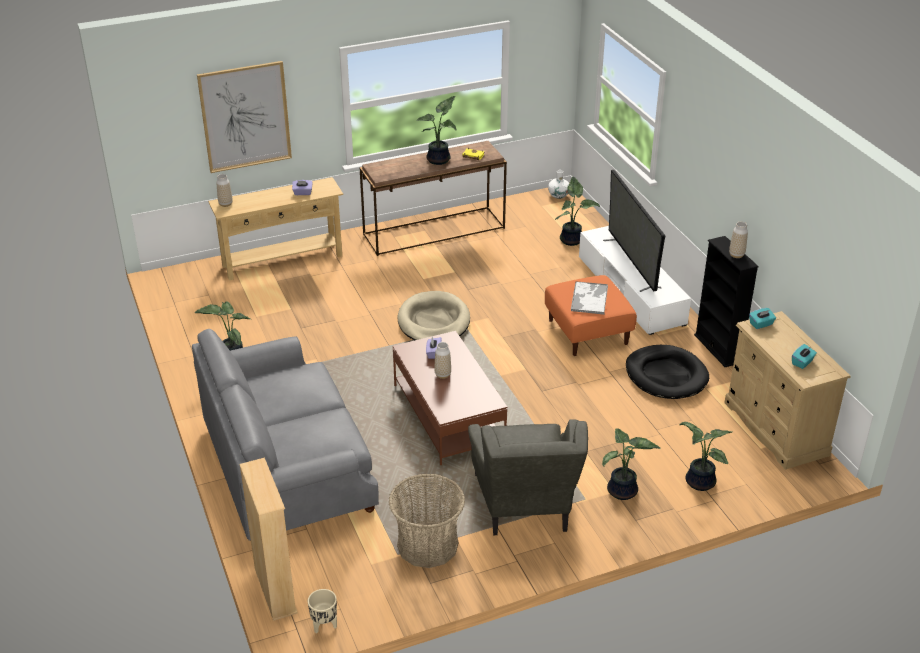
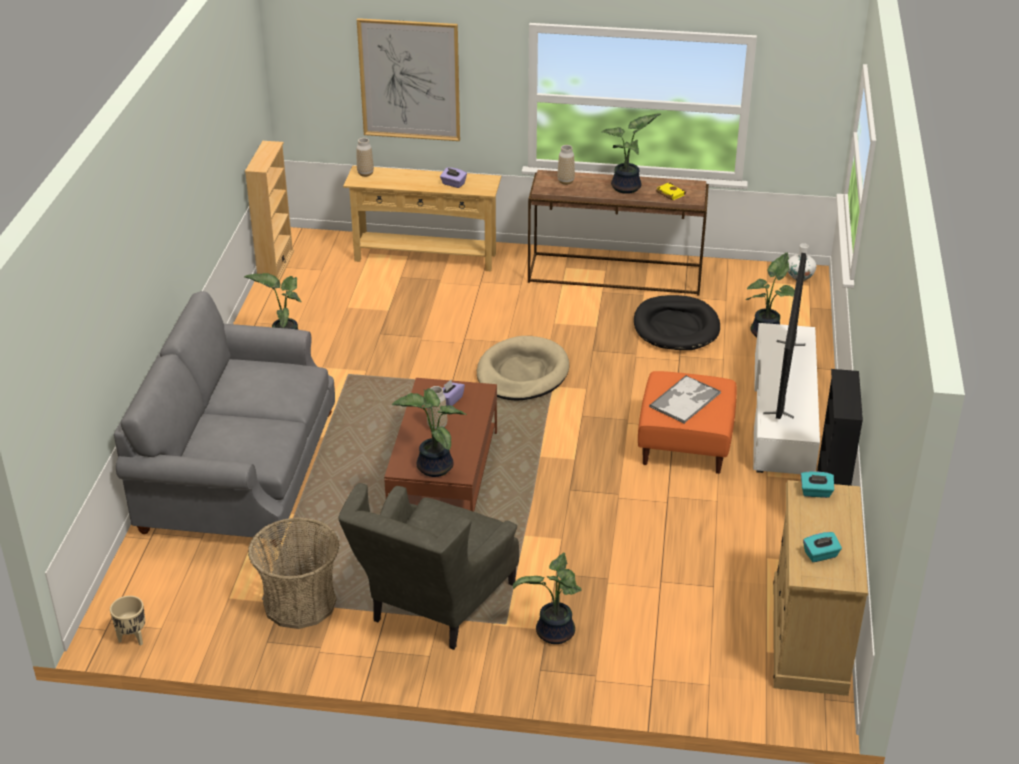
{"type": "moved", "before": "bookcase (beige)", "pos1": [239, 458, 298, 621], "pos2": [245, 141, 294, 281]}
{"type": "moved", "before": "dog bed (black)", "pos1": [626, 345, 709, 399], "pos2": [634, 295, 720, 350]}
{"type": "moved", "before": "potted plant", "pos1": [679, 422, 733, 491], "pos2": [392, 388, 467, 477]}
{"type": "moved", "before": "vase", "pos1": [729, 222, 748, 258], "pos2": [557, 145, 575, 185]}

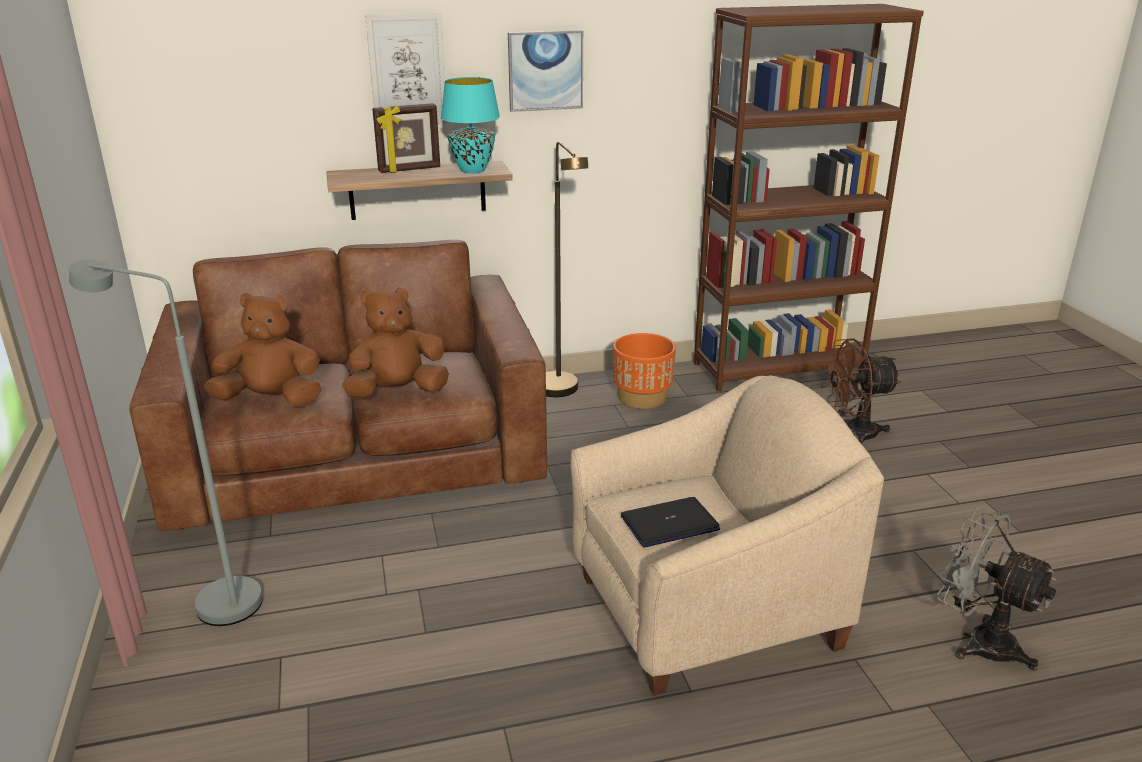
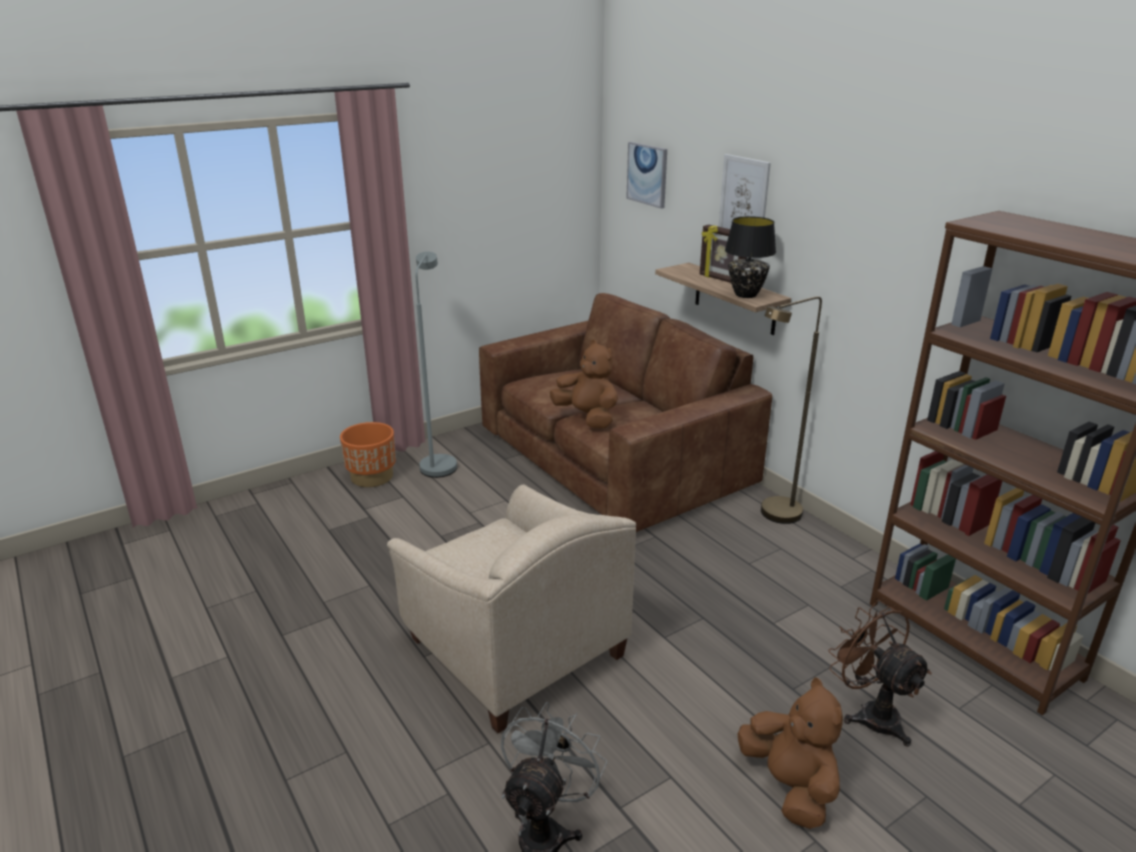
{"type": "moved", "before": "plush toy (brown)", "pos1": [204, 293, 321, 406], "pos2": [738, 677, 843, 829]}
{"type": "recoloured", "before": "table lamp (turquoise)", "after": "table lamp (black)", "pos1": [441, 77, 500, 174], "pos2": [725, 216, 776, 298]}
{"type": "moved", "before": "picture", "pos1": [508, 30, 583, 112], "pos2": [626, 142, 667, 209]}
{"type": "moved", "before": "planter (orange)", "pos1": [613, 333, 676, 409], "pos2": [340, 422, 396, 487]}
{"type": "removed", "before": "laptop", "pos1": [621, 497, 720, 547]}

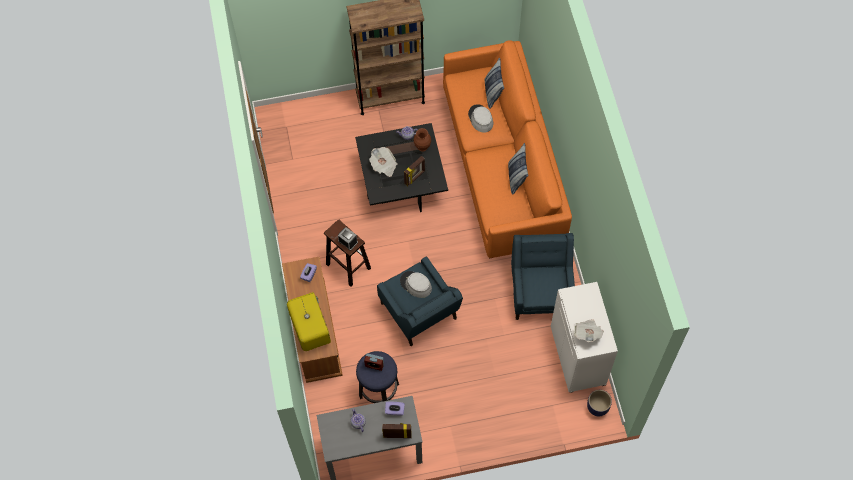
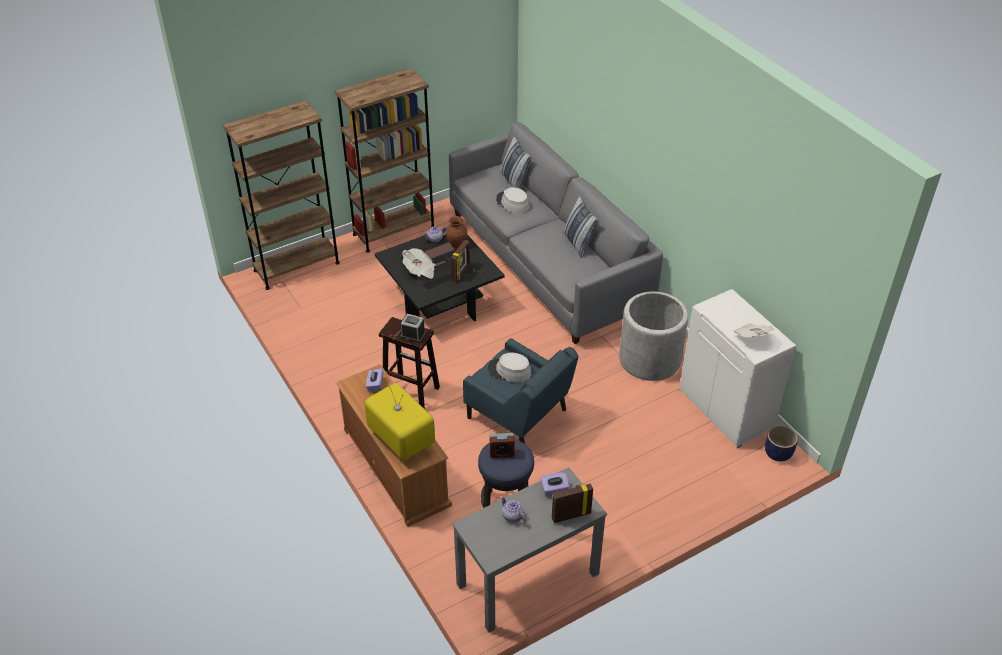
{"type": "recoloured", "before": "sofa (orange)", "after": "sofa (grey)", "pos1": [443, 40, 572, 259], "pos2": [449, 122, 663, 344]}
{"type": "replaced", "before": "armchair (blue)", "after": "planter (grey)", "pos1": [511, 233, 575, 320], "pos2": [619, 291, 688, 381]}
{"type": "added", "after": "bookcase (brown)", "pos2": [223, 100, 340, 290]}

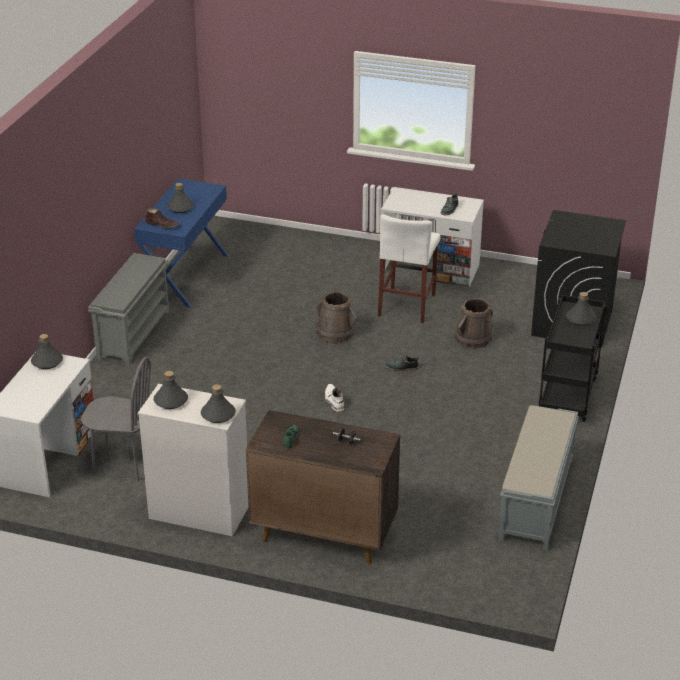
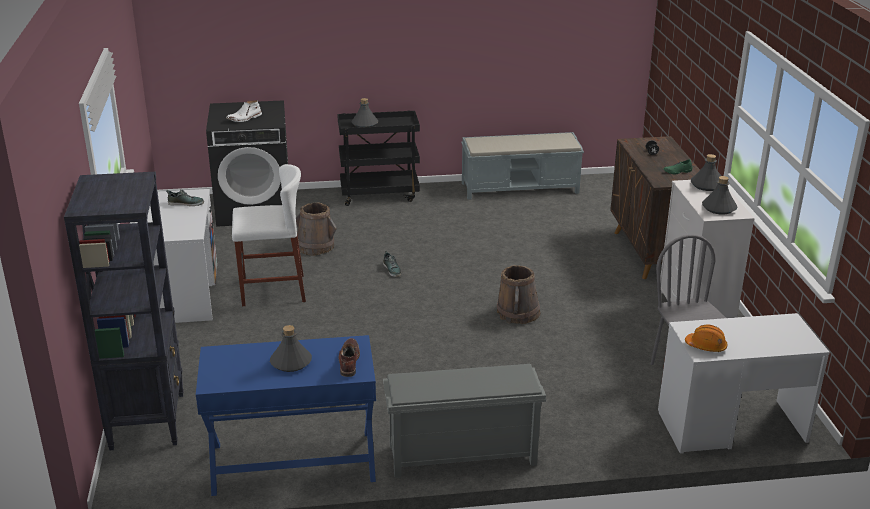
{"type": "replaced", "before": "bottle (grey)", "after": "hard hat (orange)", "pos1": [31, 334, 63, 369], "pos2": [685, 325, 728, 352]}
{"type": "moved", "before": "bucket (brown)", "pos1": [316, 292, 357, 344], "pos2": [497, 265, 541, 324]}
{"type": "moved", "before": "boot (white)", "pos1": [325, 384, 344, 411], "pos2": [226, 100, 262, 122]}
{"type": "added", "after": "bookcase (black)", "pos2": [64, 172, 184, 450]}

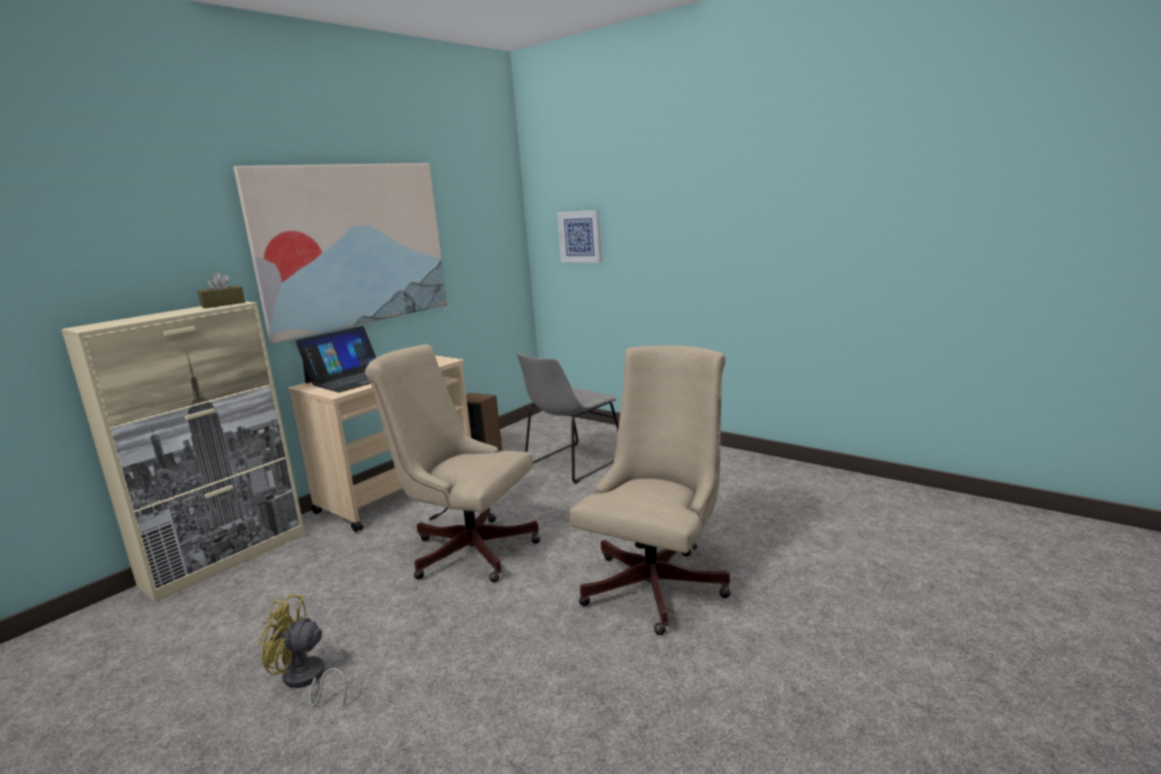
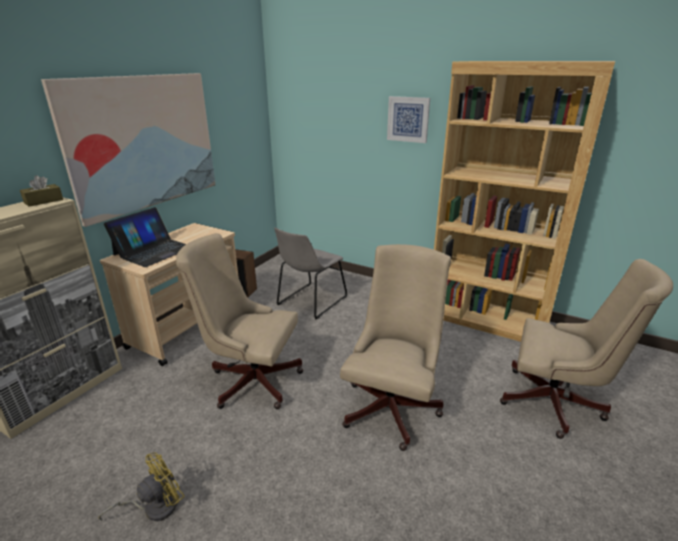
{"type": "turned", "before": "fan (yellow)", "pos1": [258, 594, 347, 707], "pos2": [98, 453, 185, 521], "turn": 135}
{"type": "moved", "before": "picture", "pos1": [557, 210, 602, 263], "pos2": [387, 96, 430, 143]}
{"type": "added", "after": "bookcase (brown)", "pos2": [434, 61, 615, 342]}
{"type": "added", "after": "office chair (beige)", "pos2": [500, 259, 673, 439]}

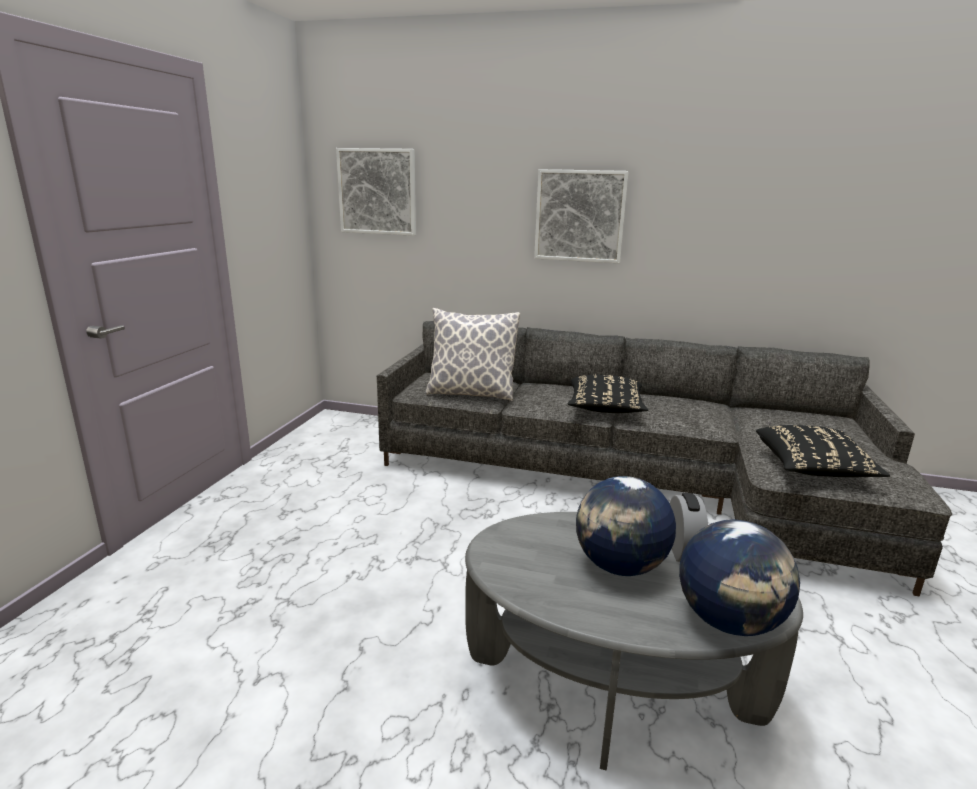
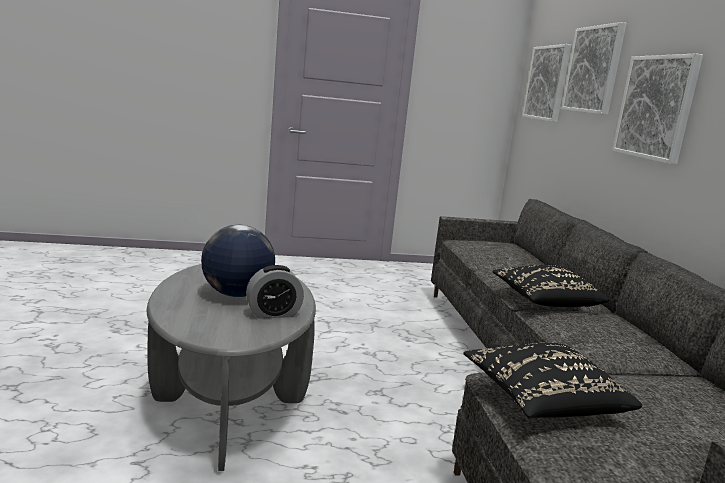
{"type": "removed", "before": "pillow", "pos1": [425, 308, 520, 401]}
{"type": "removed", "before": "globe", "pos1": [679, 520, 800, 636]}
{"type": "added", "after": "picture", "pos2": [561, 22, 627, 115]}

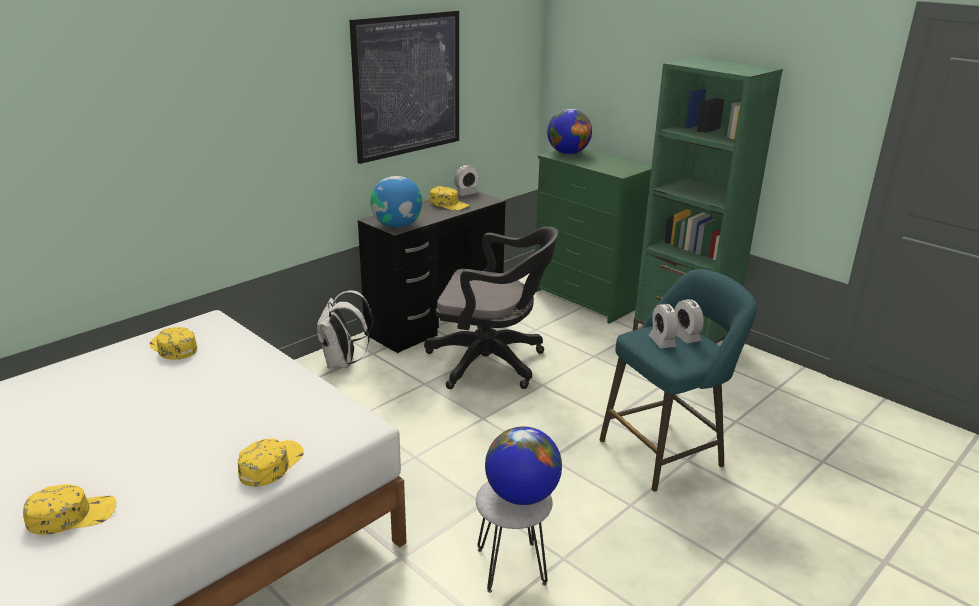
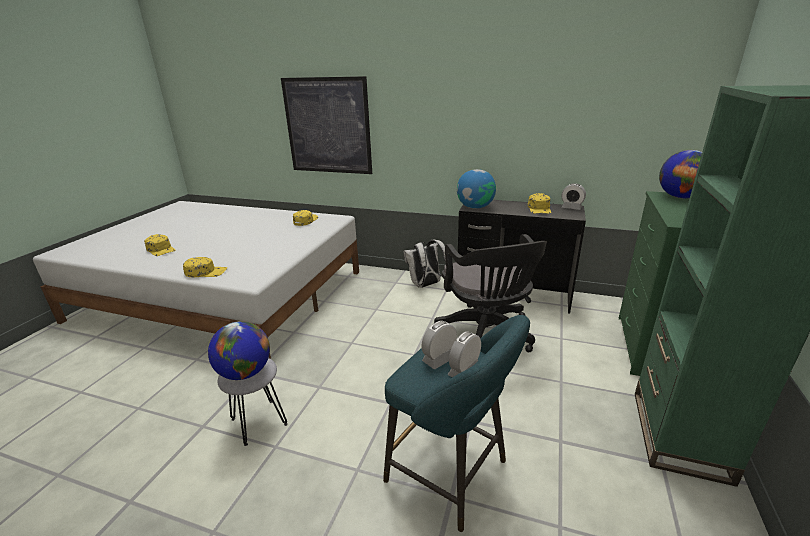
{"type": "moved", "before": "picture", "pos1": [349, 10, 459, 164], "pos2": [281, 76, 372, 174]}

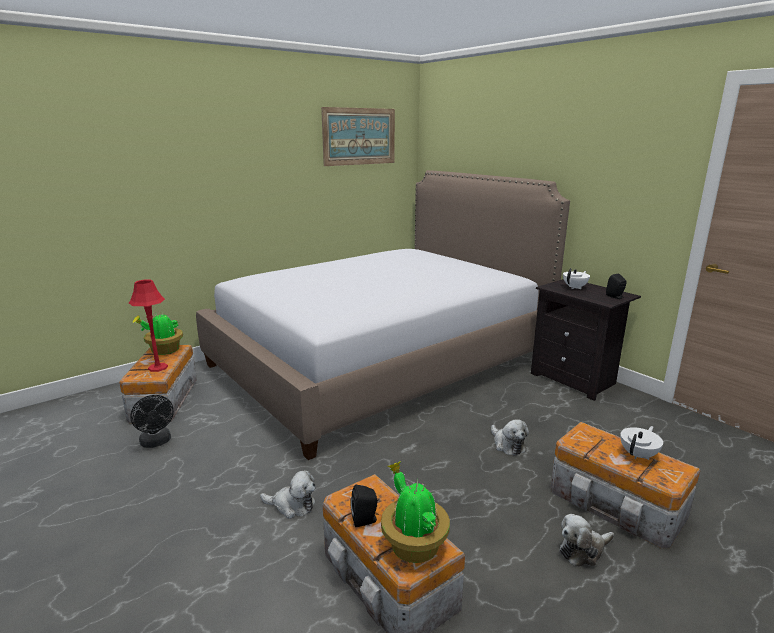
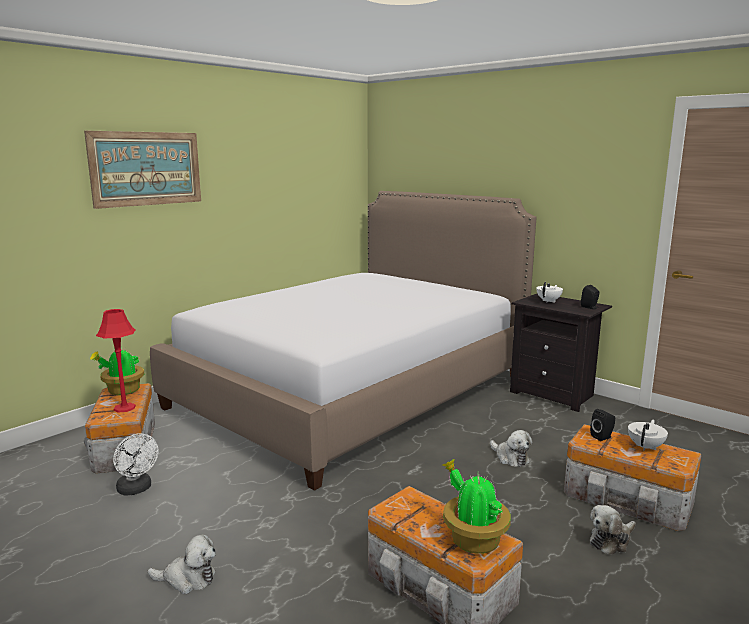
{"type": "recoloured", "before": "fan (black)", "after": "fan (white)", "pos1": [130, 395, 174, 448], "pos2": [113, 433, 158, 495]}
{"type": "moved", "before": "plush toy", "pos1": [260, 470, 316, 519], "pos2": [148, 534, 216, 594]}
{"type": "moved", "before": "picture", "pos1": [321, 107, 395, 166], "pos2": [84, 131, 201, 209]}
{"type": "moved", "before": "speaker (black)", "pos1": [350, 485, 378, 527], "pos2": [590, 409, 615, 441]}

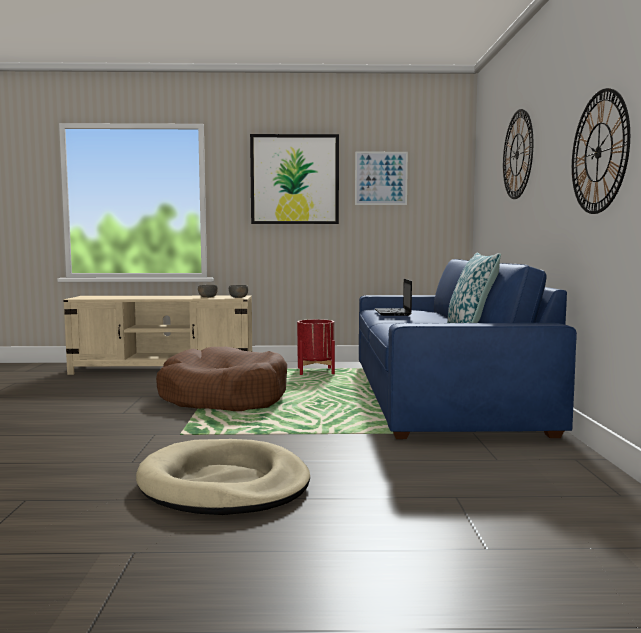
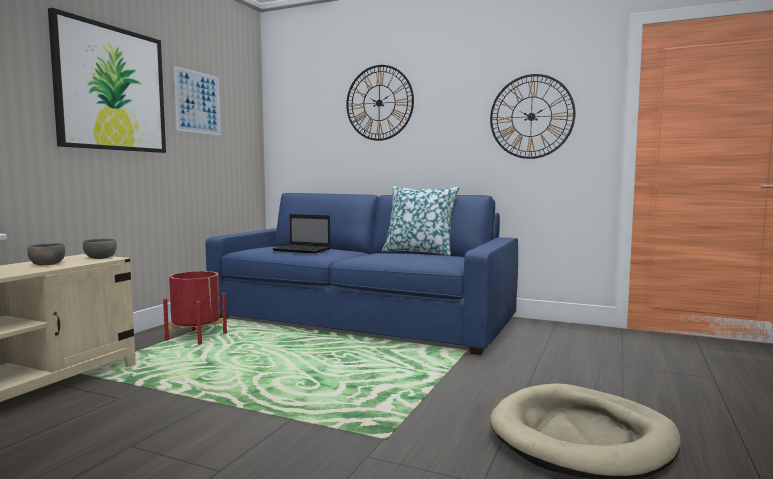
{"type": "removed", "before": "dog bed (brown)", "pos1": [156, 347, 287, 411]}

